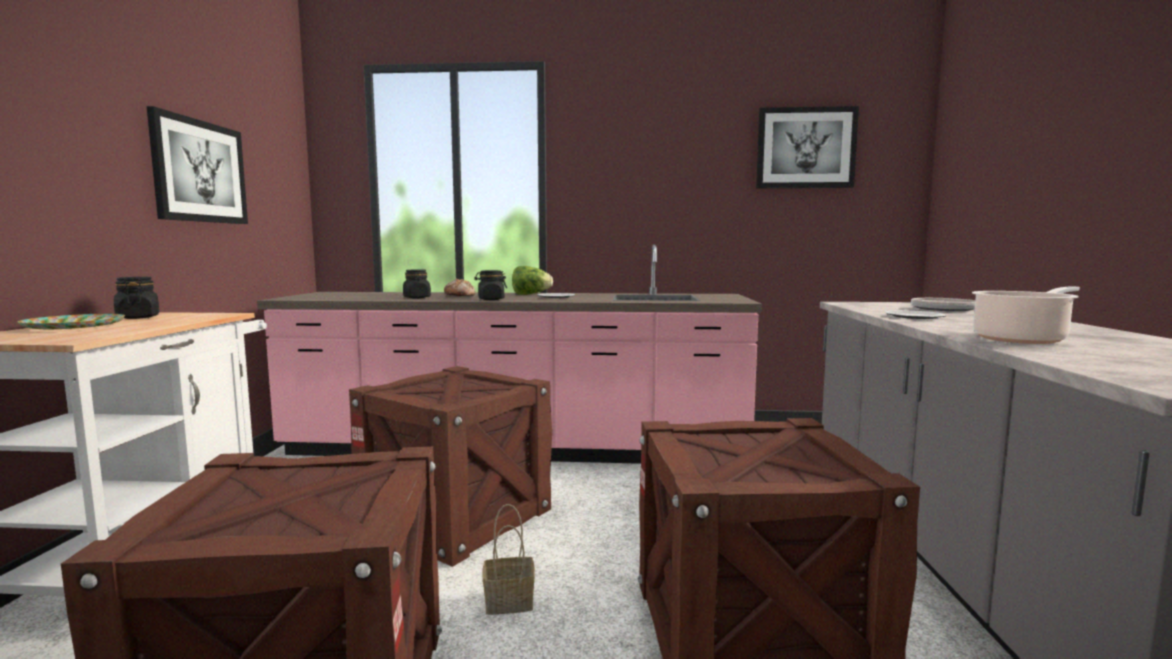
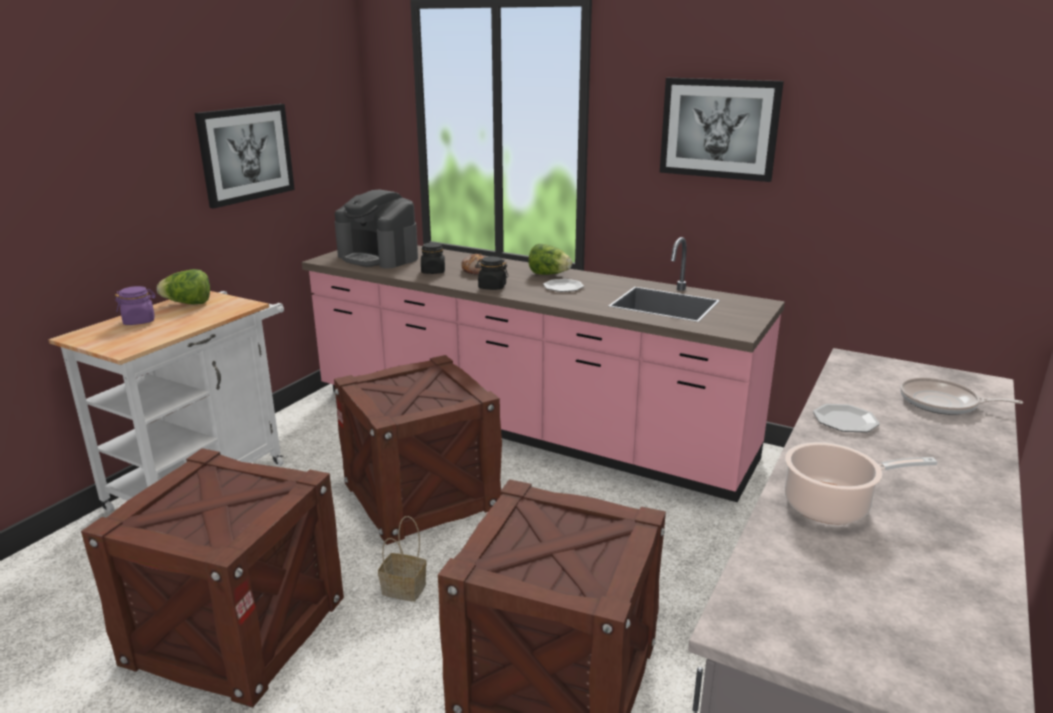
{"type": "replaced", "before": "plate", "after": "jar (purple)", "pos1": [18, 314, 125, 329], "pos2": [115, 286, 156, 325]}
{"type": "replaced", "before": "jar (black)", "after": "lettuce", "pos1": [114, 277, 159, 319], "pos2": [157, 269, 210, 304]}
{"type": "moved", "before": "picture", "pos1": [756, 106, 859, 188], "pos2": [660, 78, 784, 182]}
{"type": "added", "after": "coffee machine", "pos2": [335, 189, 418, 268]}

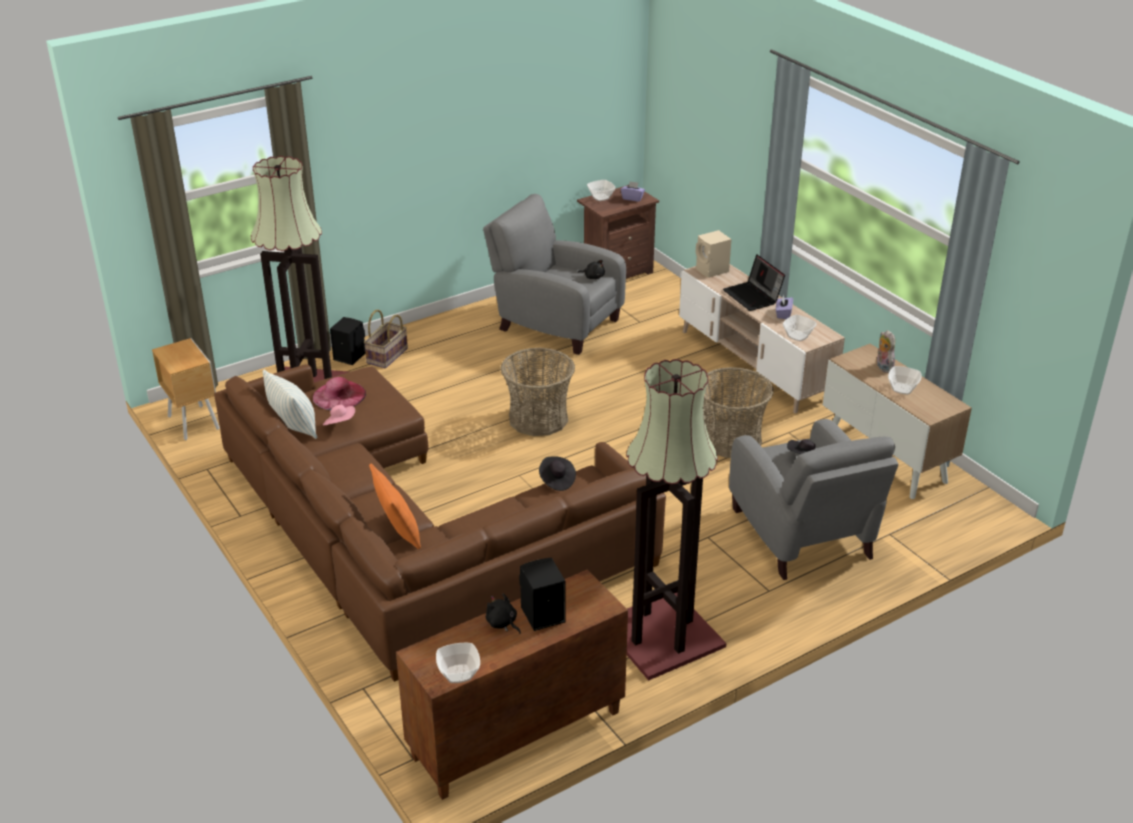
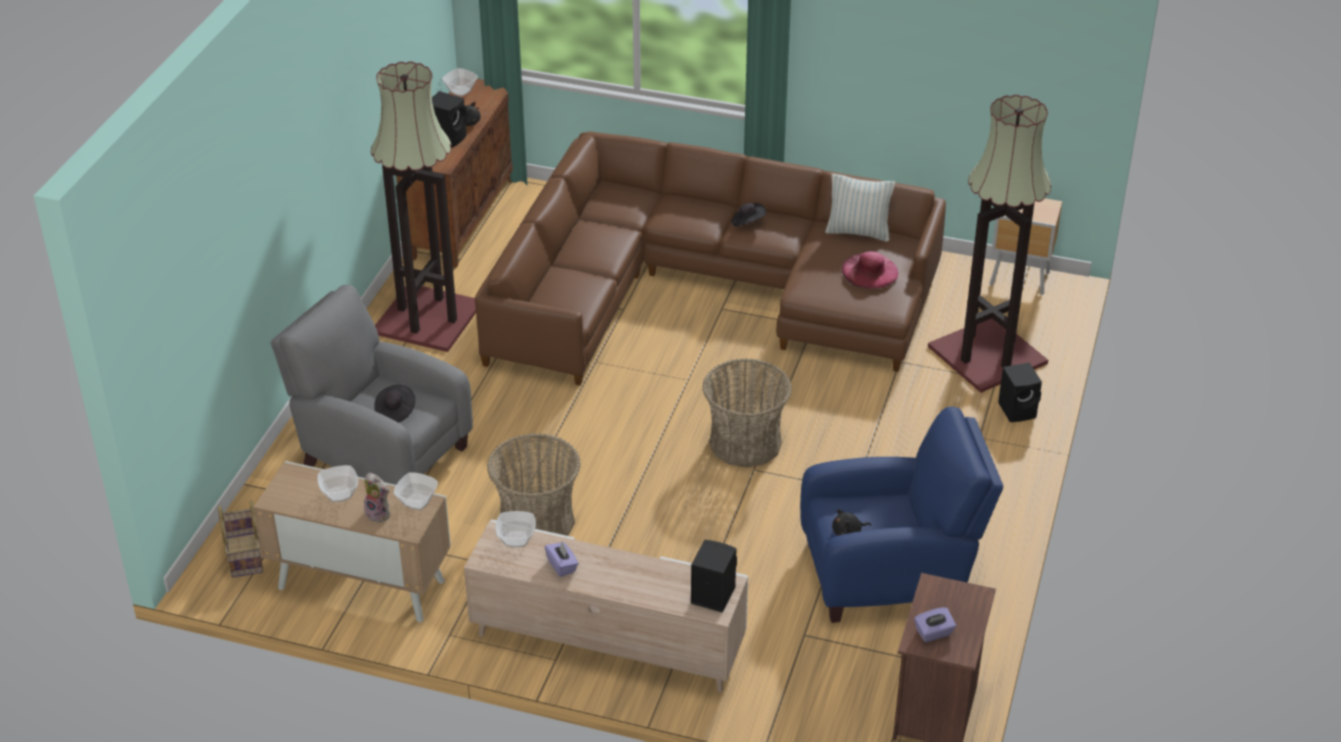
{"type": "removed", "before": "hat (pink)", "pos1": [323, 405, 355, 425]}
{"type": "moved", "before": "basket", "pos1": [364, 310, 408, 368], "pos2": [218, 500, 263, 578]}
{"type": "removed", "before": "pillow (orange)", "pos1": [369, 464, 421, 549]}
{"type": "recoloured", "before": "armchair (grey)", "after": "armchair (blue)", "pos1": [483, 194, 626, 355], "pos2": [800, 406, 1003, 623]}
{"type": "moved", "before": "hat (black)", "pos1": [539, 456, 576, 491], "pos2": [732, 203, 766, 226]}
{"type": "moved", "before": "bowl", "pos1": [587, 180, 615, 201], "pos2": [394, 473, 438, 510]}
{"type": "recoloured", "before": "speaker (beige)", "after": "speaker (black)", "pos1": [696, 230, 732, 278], "pos2": [691, 540, 737, 613]}
{"type": "removed", "before": "laptop", "pos1": [723, 254, 785, 311]}

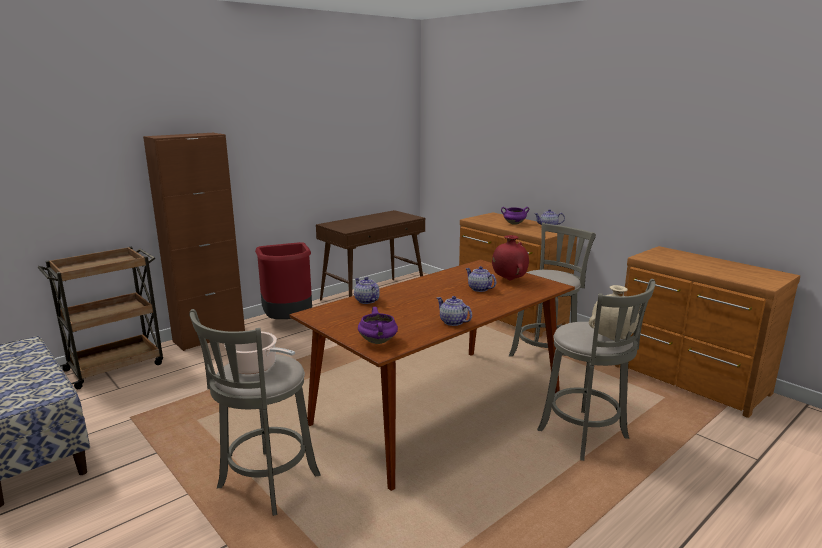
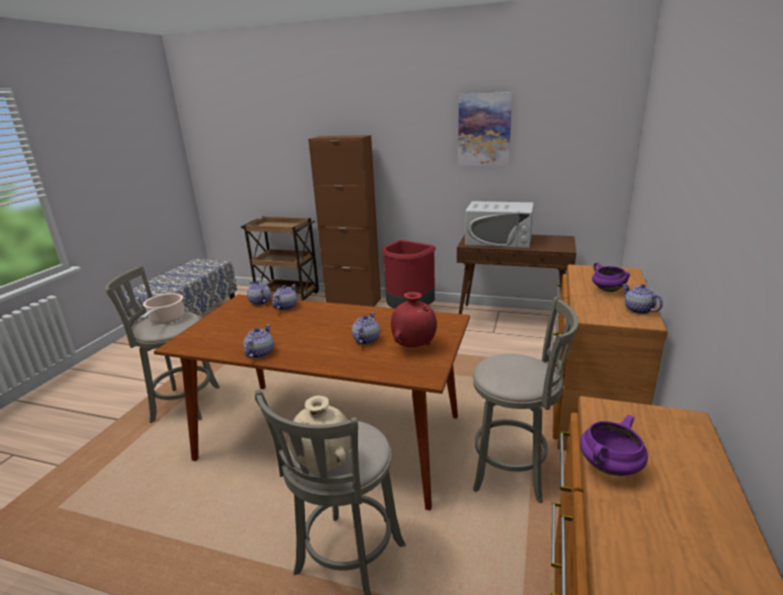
{"type": "moved", "before": "cooking pot (purple)", "pos1": [358, 307, 398, 344], "pos2": [580, 415, 648, 476]}
{"type": "added", "after": "teapot", "pos2": [247, 281, 271, 305]}
{"type": "added", "after": "picture", "pos2": [458, 92, 512, 165]}
{"type": "added", "after": "microwave (white)", "pos2": [465, 201, 534, 248]}

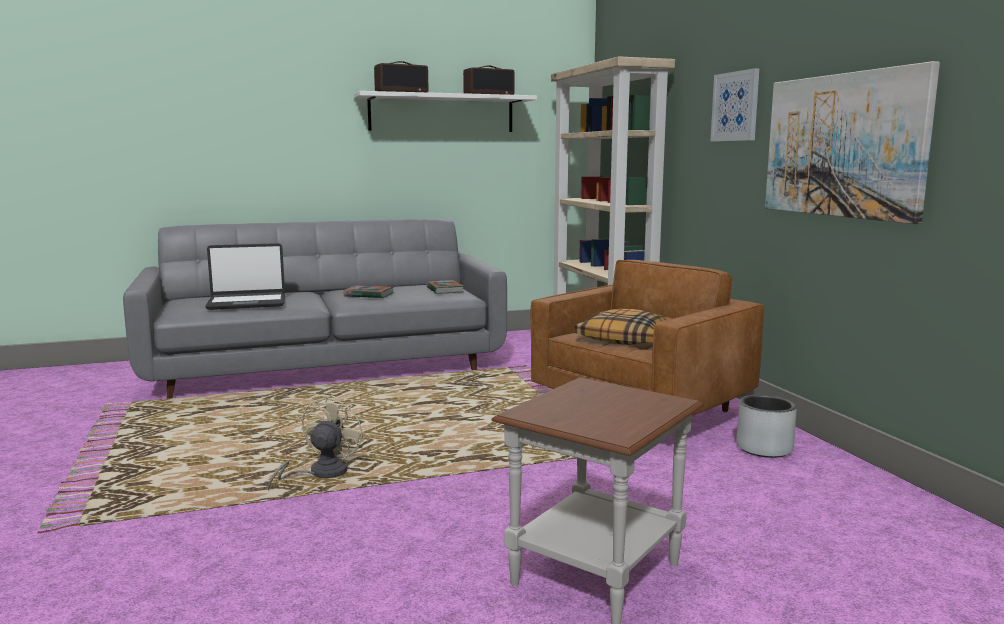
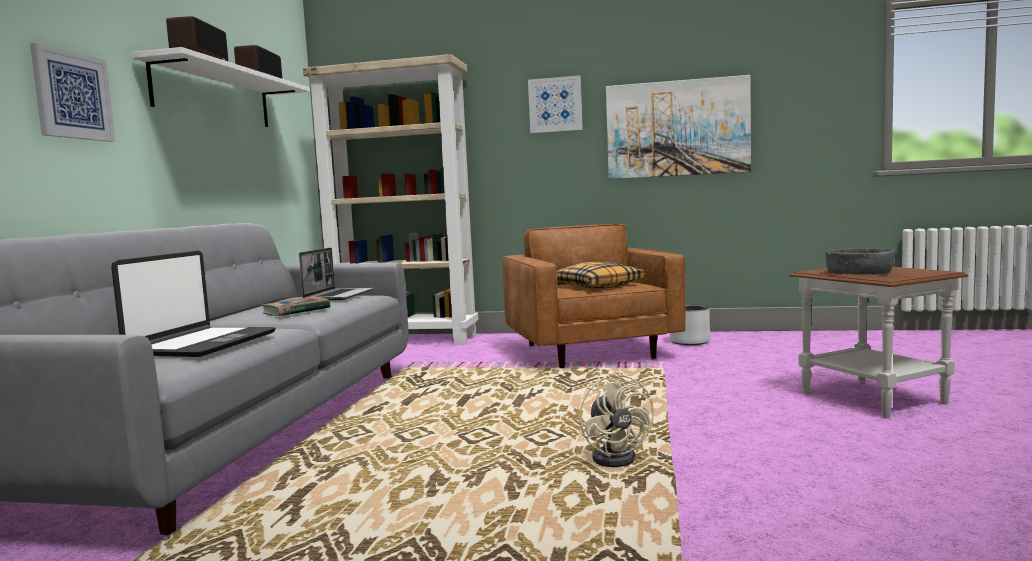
{"type": "turned", "before": "fan (beige)", "pos1": [267, 395, 364, 491], "pos2": [579, 371, 654, 467], "turn": -150}
{"type": "replaced", "before": "book", "after": "laptop", "pos1": [427, 280, 464, 294], "pos2": [299, 248, 374, 301]}
{"type": "added", "after": "picture", "pos2": [30, 43, 116, 142]}
{"type": "added", "after": "bowl (grey)", "pos2": [825, 248, 895, 274]}

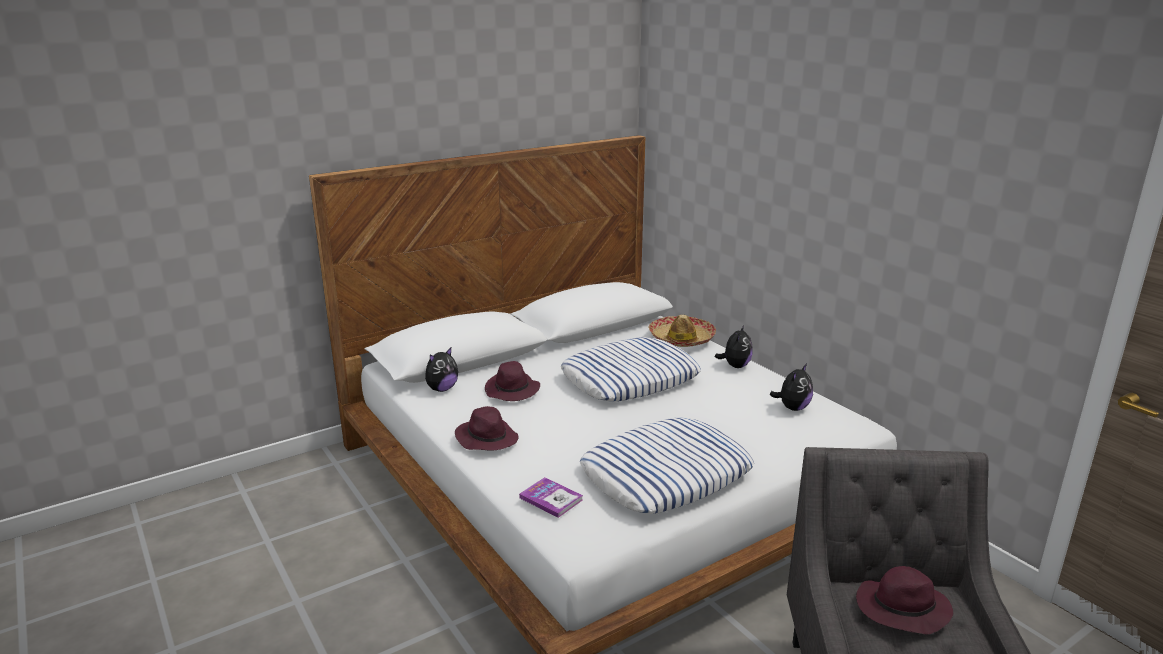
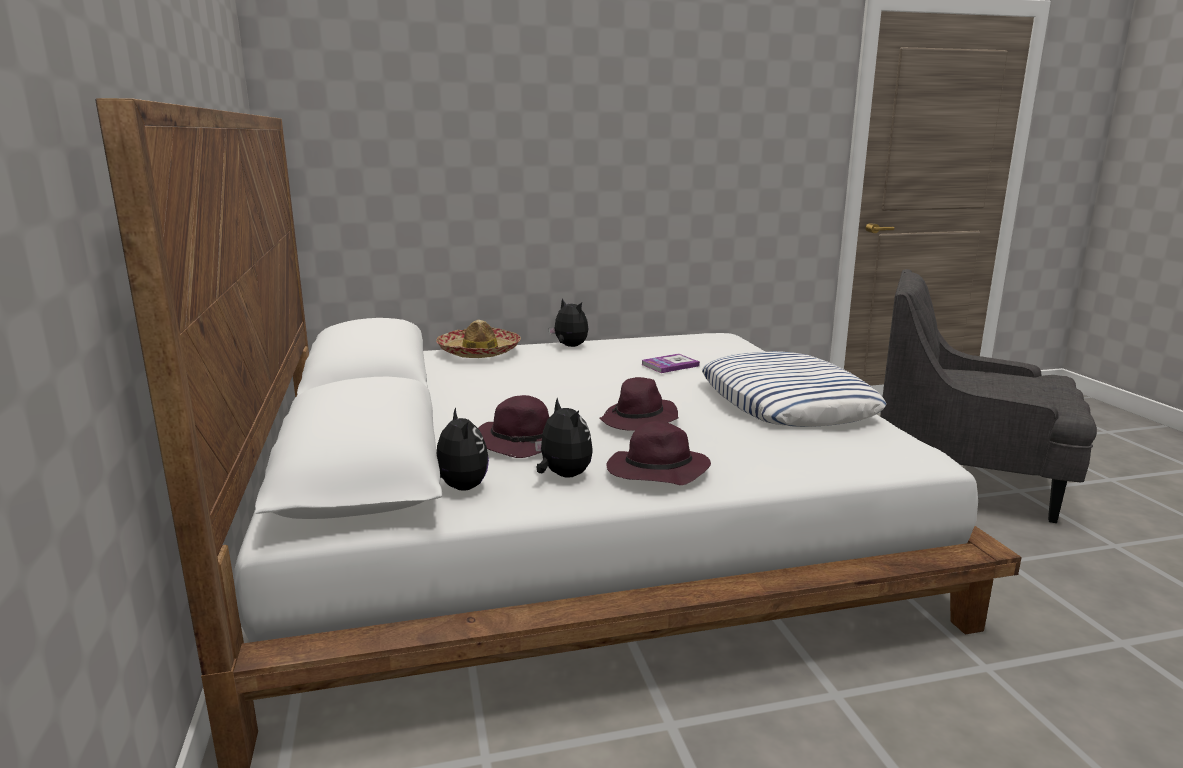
{"type": "moved", "before": "book", "pos1": [519, 477, 583, 518], "pos2": [641, 353, 700, 373]}
{"type": "removed", "before": "pillow", "pos1": [561, 337, 701, 402]}
{"type": "moved", "before": "plush toy", "pos1": [770, 364, 813, 411], "pos2": [535, 398, 593, 478]}
{"type": "moved", "before": "hat (purple)", "pos1": [856, 566, 953, 635], "pos2": [599, 377, 679, 431]}

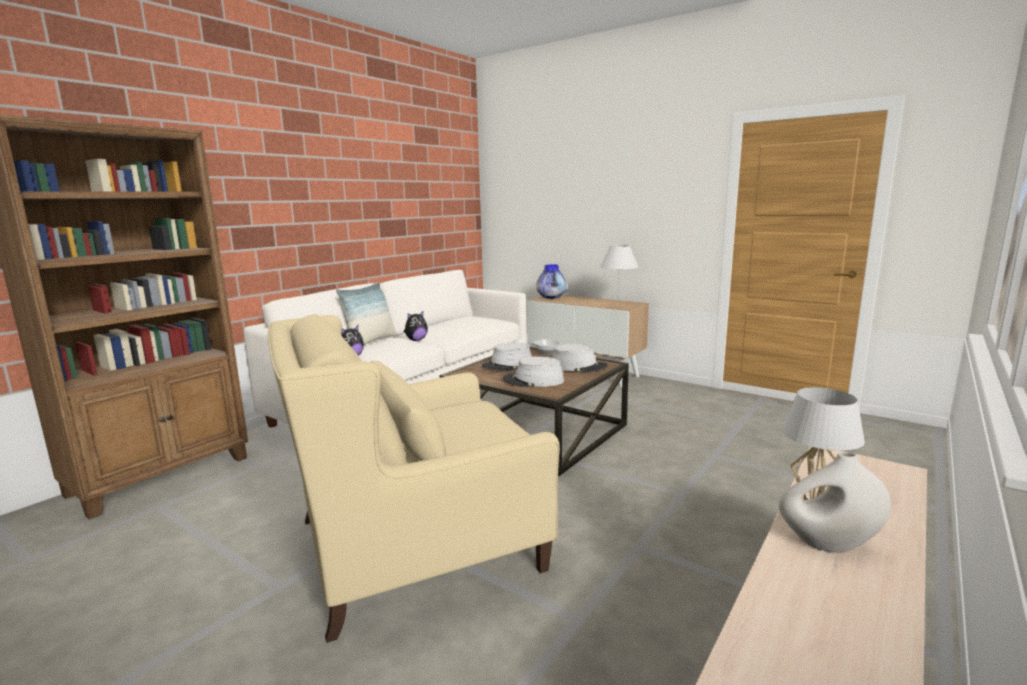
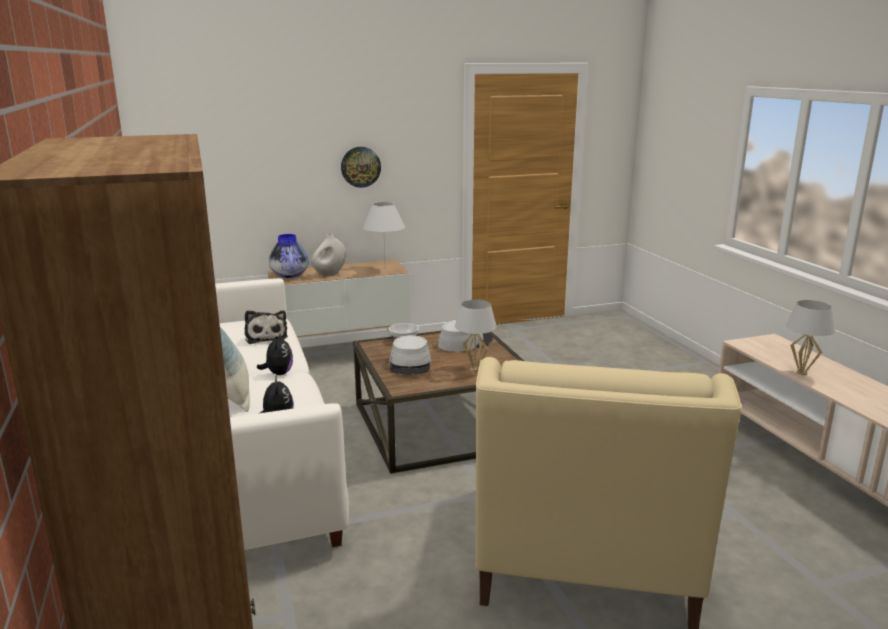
{"type": "replaced", "before": "hat (grey)", "after": "table lamp (white)", "pos1": [503, 357, 564, 387], "pos2": [455, 300, 497, 371]}
{"type": "moved", "before": "vase (white)", "pos1": [779, 452, 891, 553], "pos2": [311, 234, 346, 276]}
{"type": "added", "after": "plush toy", "pos2": [245, 310, 288, 344]}
{"type": "added", "after": "wall clock", "pos2": [341, 147, 381, 188]}

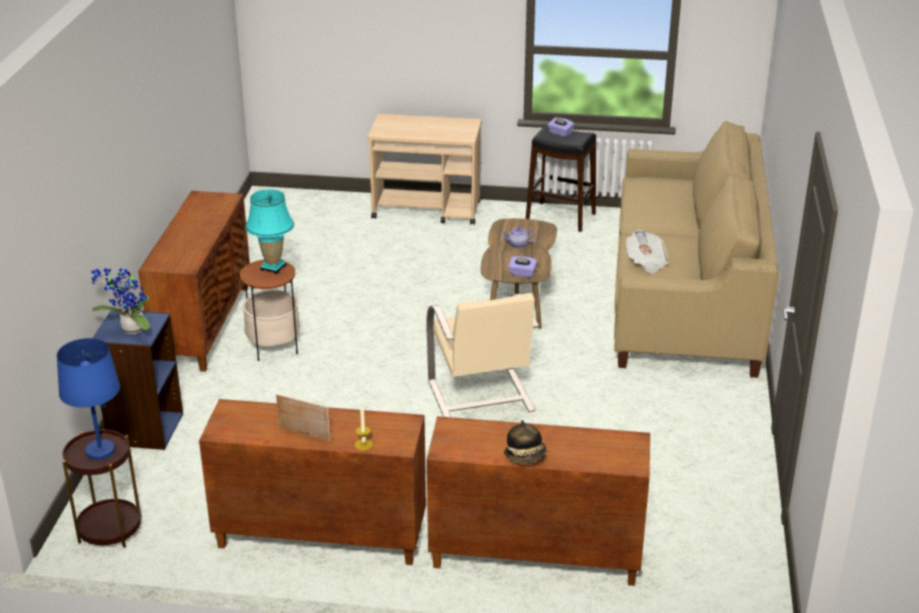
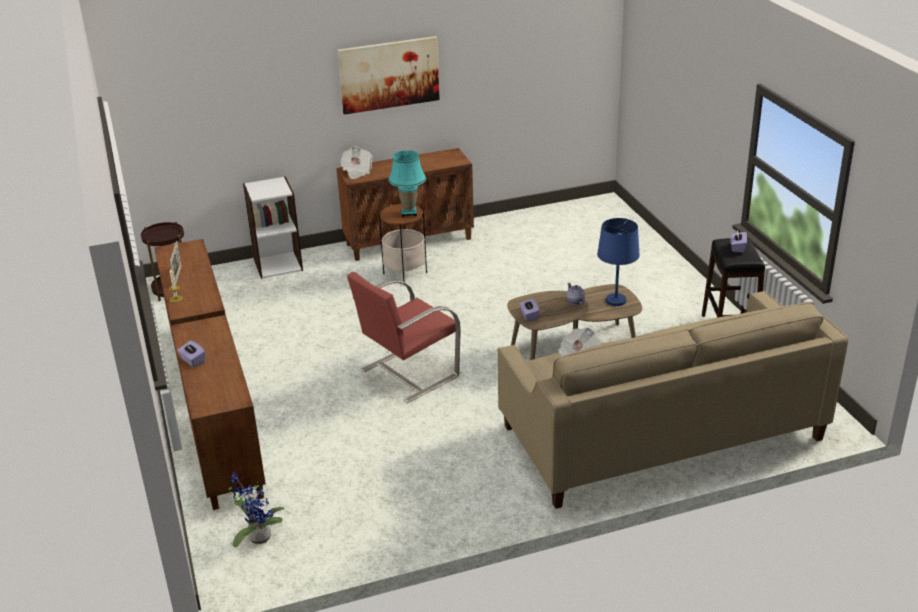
{"type": "moved", "before": "table lamp (blue)", "pos1": [57, 338, 120, 460], "pos2": [597, 218, 640, 306]}
{"type": "moved", "before": "potted plant", "pos1": [91, 268, 150, 334], "pos2": [229, 471, 284, 547]}
{"type": "recoloured", "before": "bookcase (blue)", "after": "bookcase (white)", "pos1": [93, 309, 183, 450], "pos2": [243, 176, 303, 279]}
{"type": "removed", "before": "cart (beige)", "pos1": [368, 114, 482, 225]}
{"type": "recoloured", "before": "armchair (beige)", "after": "armchair (red)", "pos1": [426, 293, 539, 417], "pos2": [347, 272, 461, 403]}
{"type": "replaced", "before": "hat", "after": "tissue box (purple)", "pos1": [504, 420, 546, 464], "pos2": [177, 341, 205, 367]}
{"type": "added", "after": "picture", "pos2": [338, 36, 440, 115]}
{"type": "added", "after": "newspaper", "pos2": [340, 146, 373, 179]}

